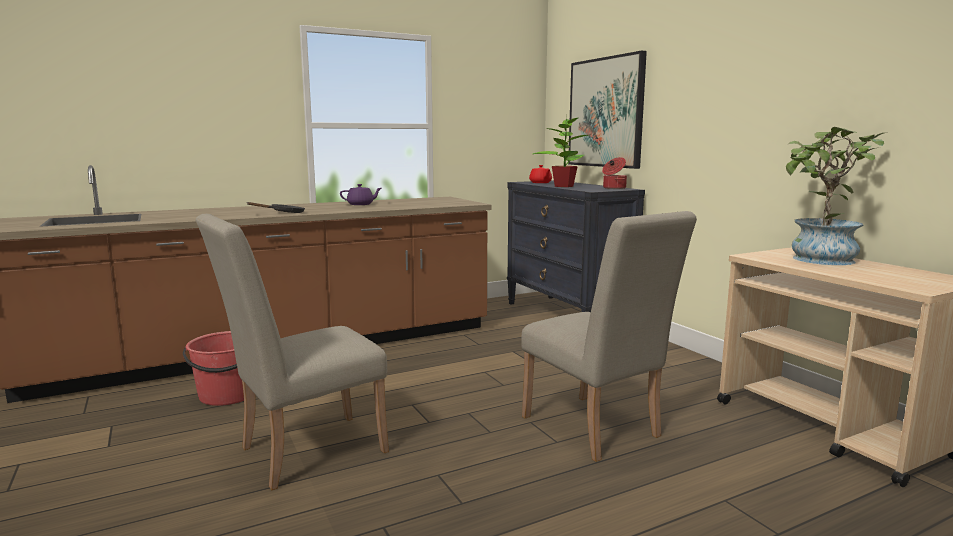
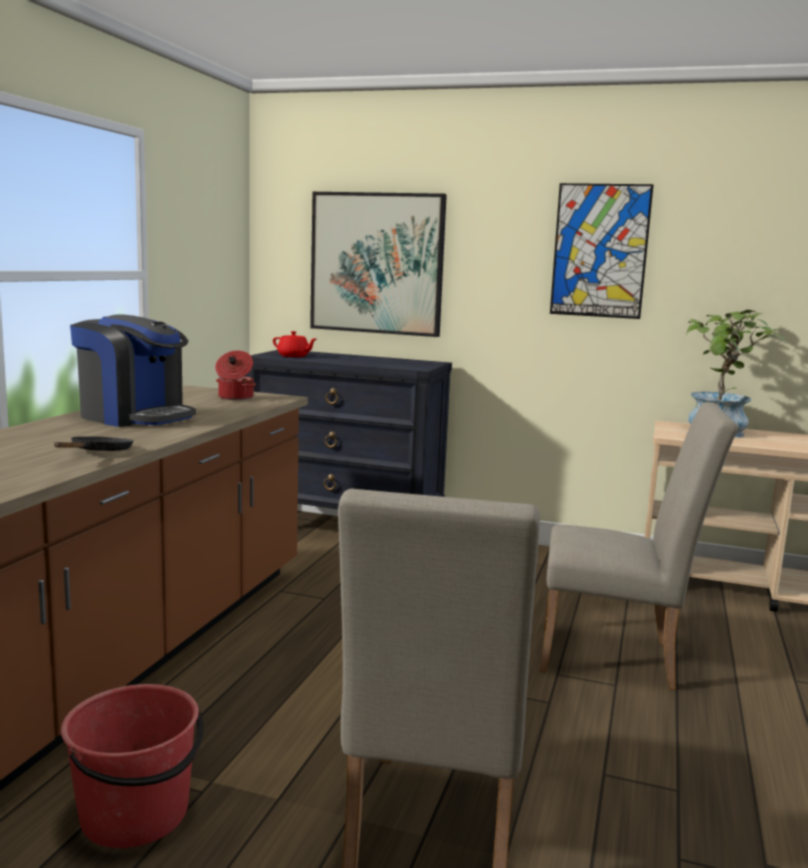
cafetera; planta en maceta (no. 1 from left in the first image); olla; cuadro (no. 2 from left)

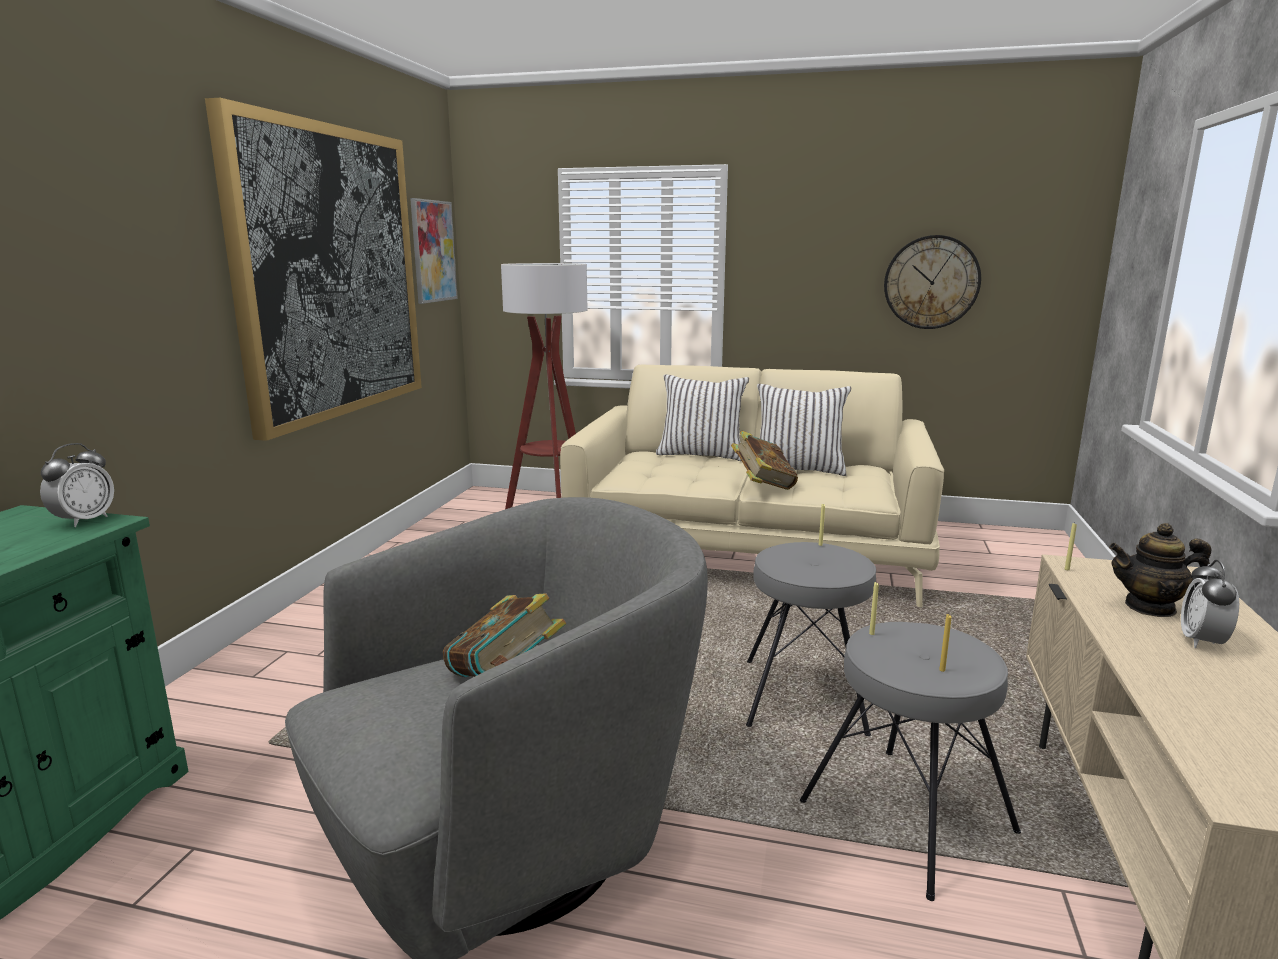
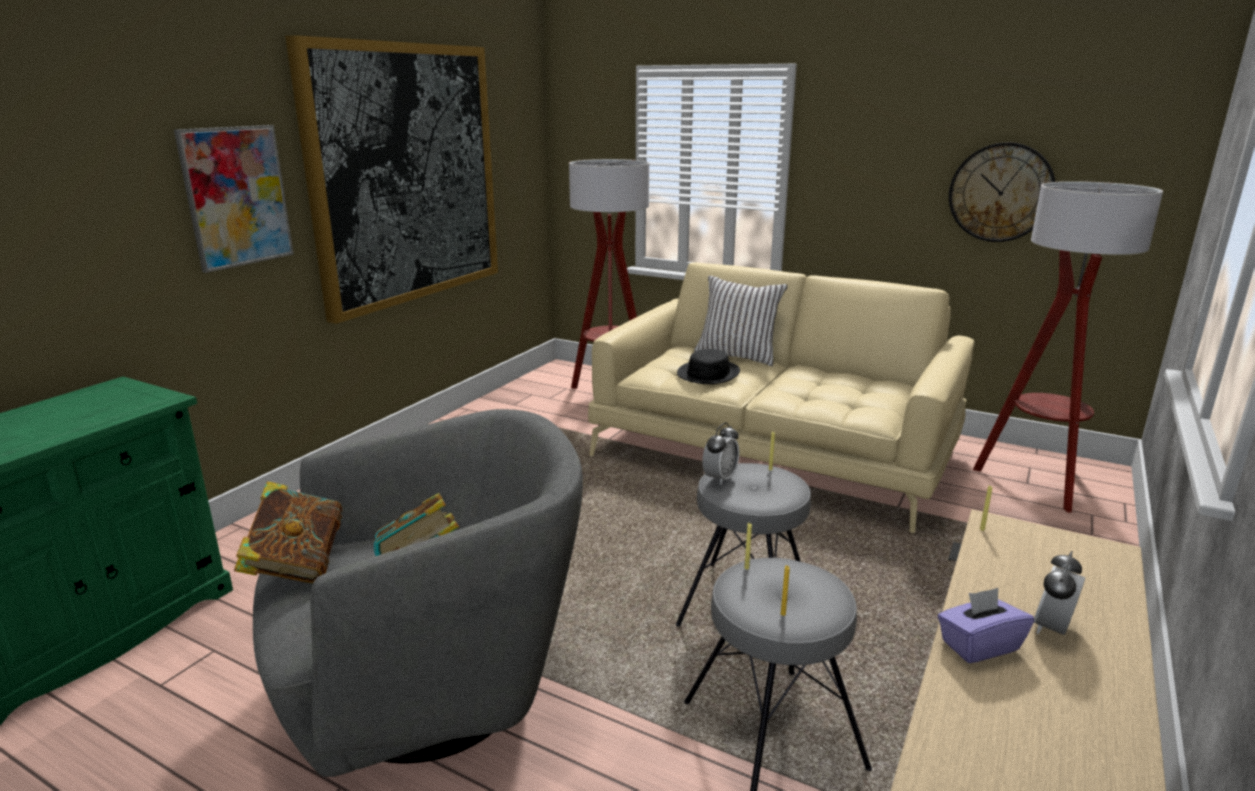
despertador (no. 1 from left); cuadro (no. 1 from left); libro (no. 1 from left); cojín (blanco) (no. 2 from left in the first image); tetera; sombrero (negro); caja de pañuelos (morado); lámpara de pie (no. 2 from left)

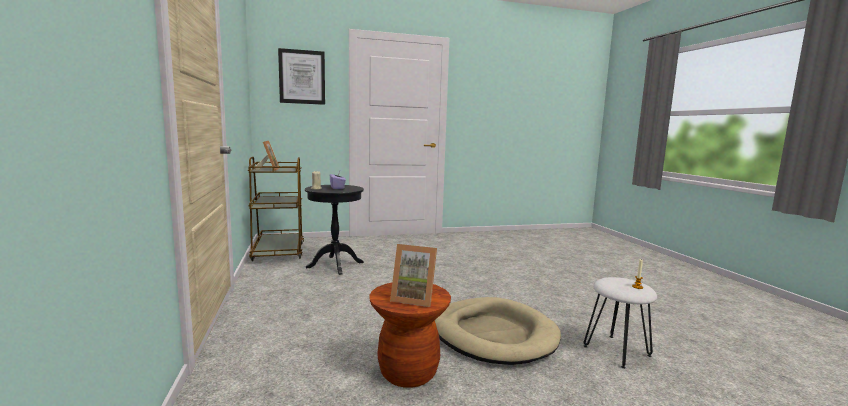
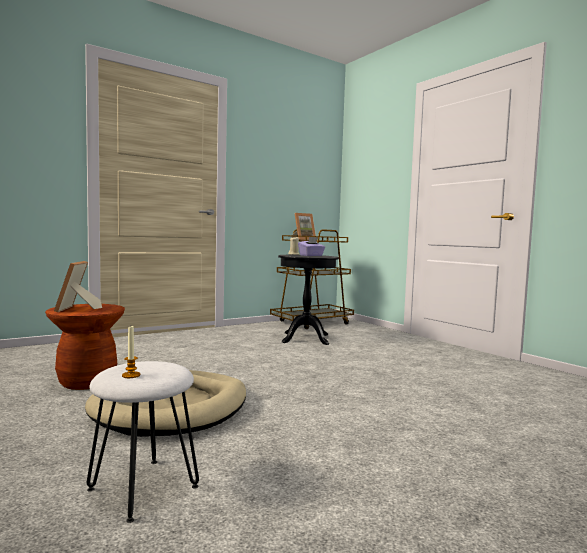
cuadro

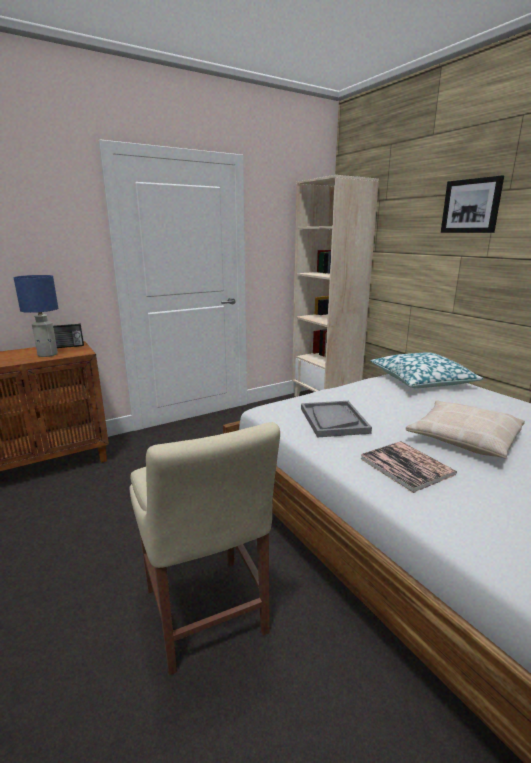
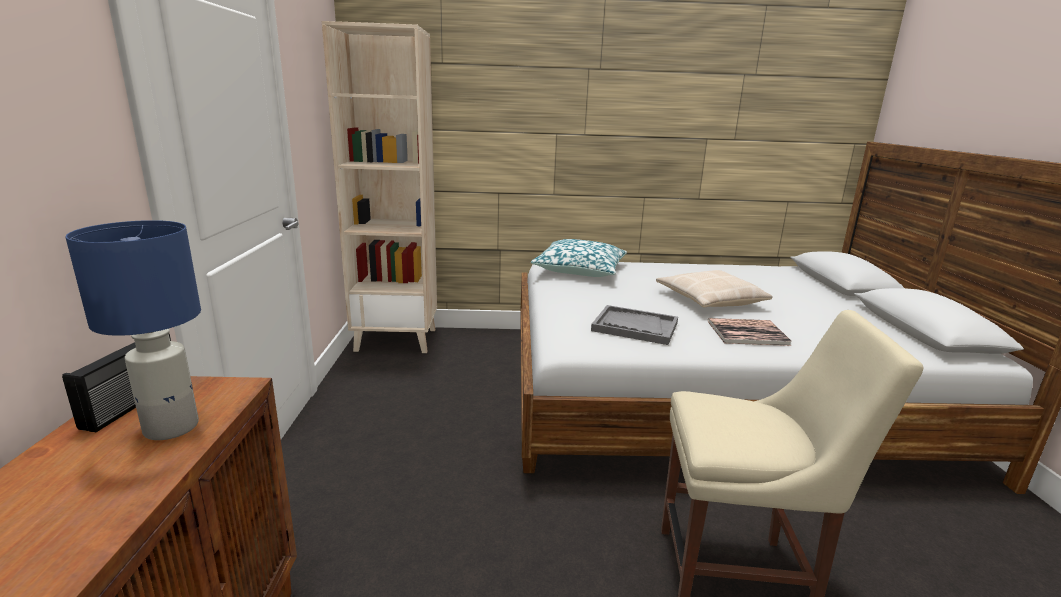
cuadro

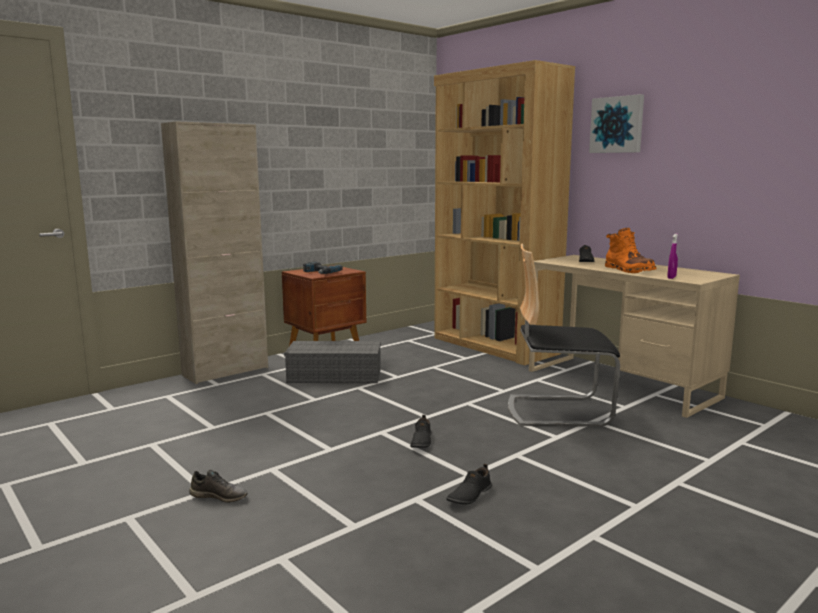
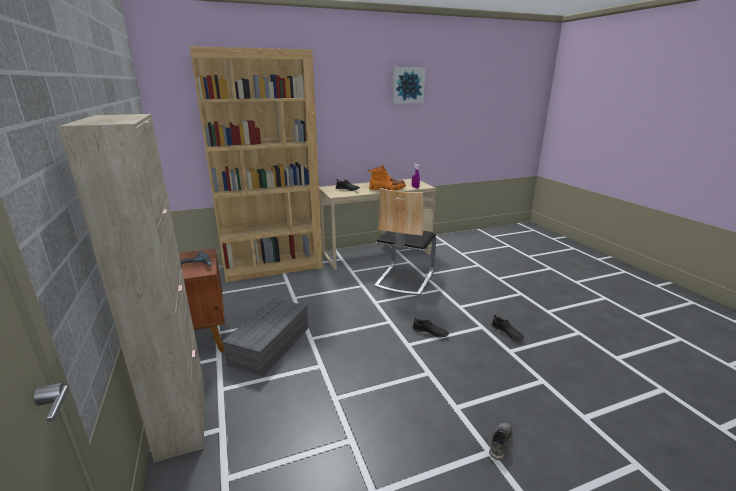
cuadro

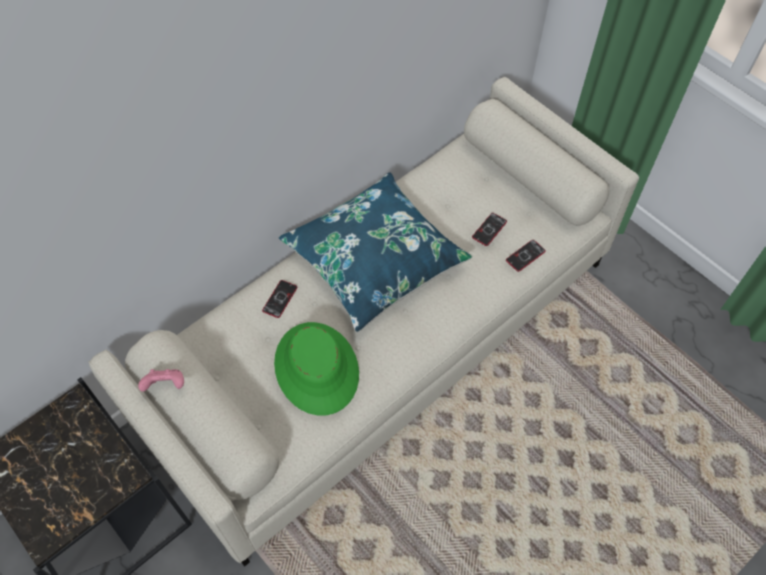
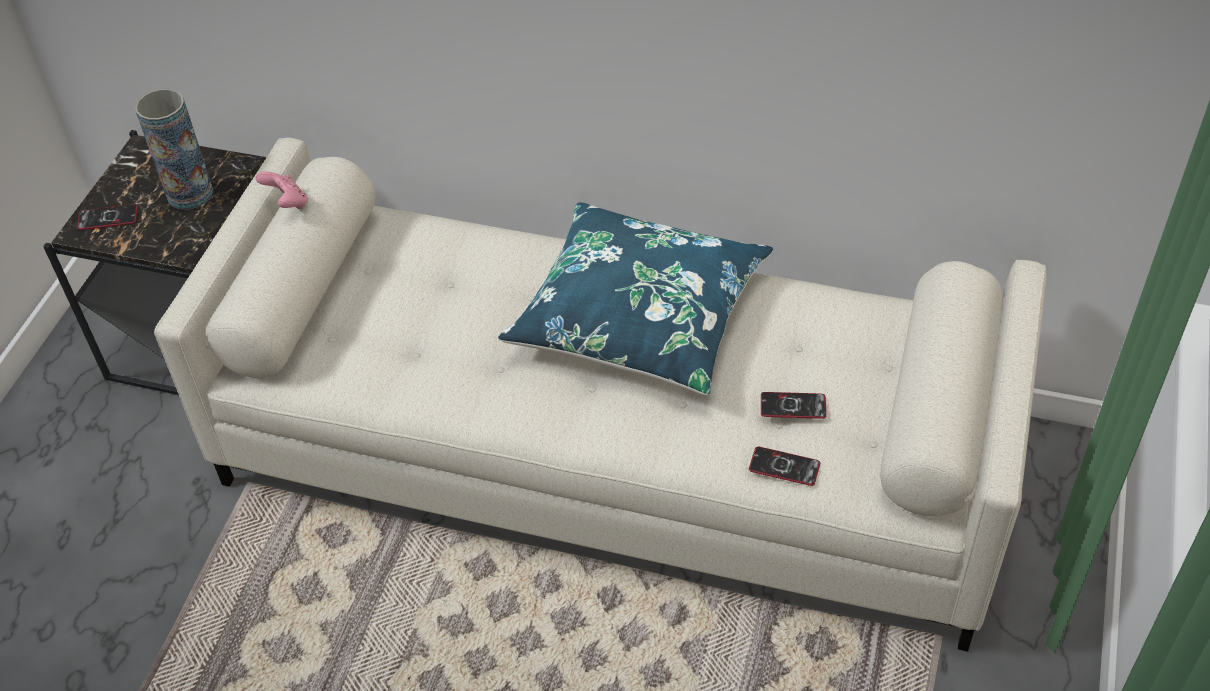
móvil (no. 1 from left); sombrero (verde); florero

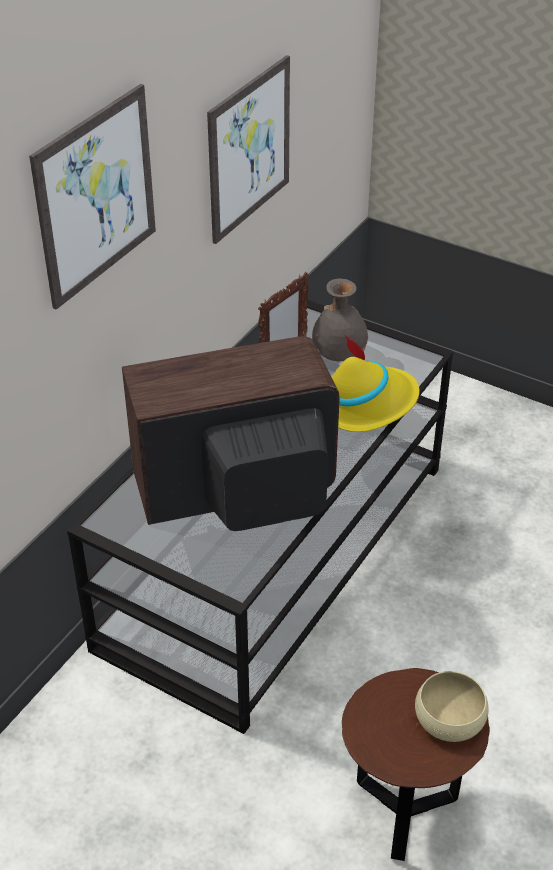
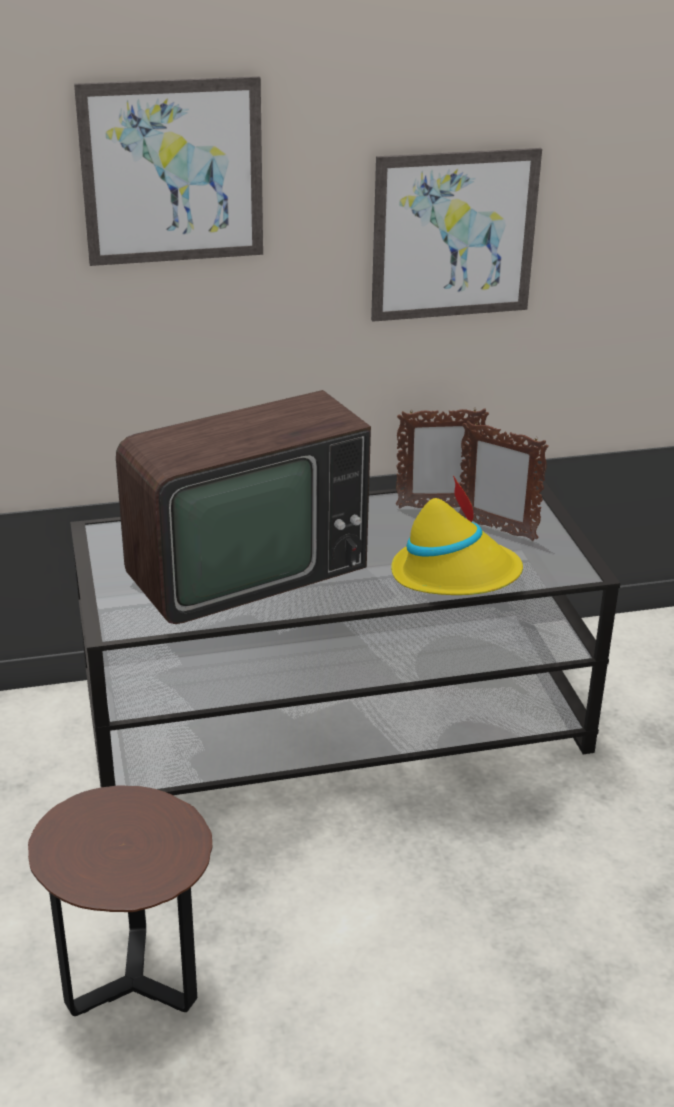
televisor; portarretratos (no. 2 from left); cuenco (beis)

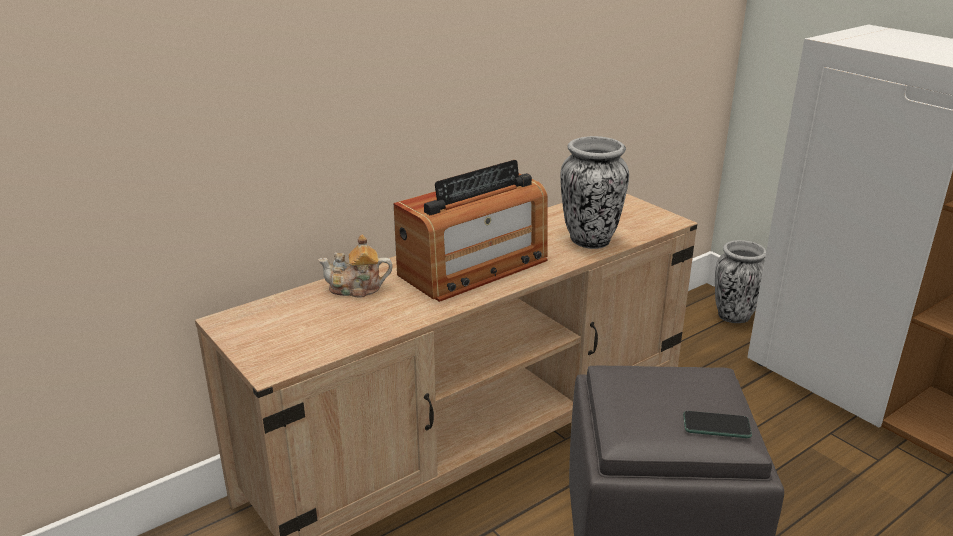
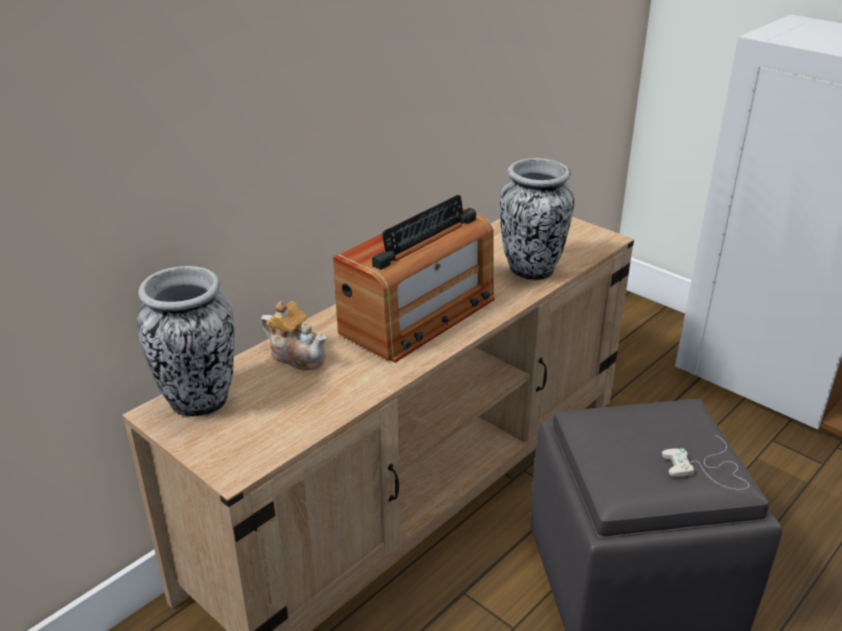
tetera; mando de consola (blanco); florero (no. 1 from left)

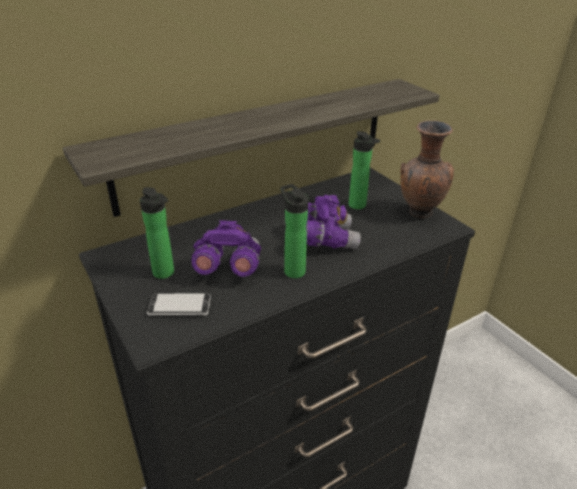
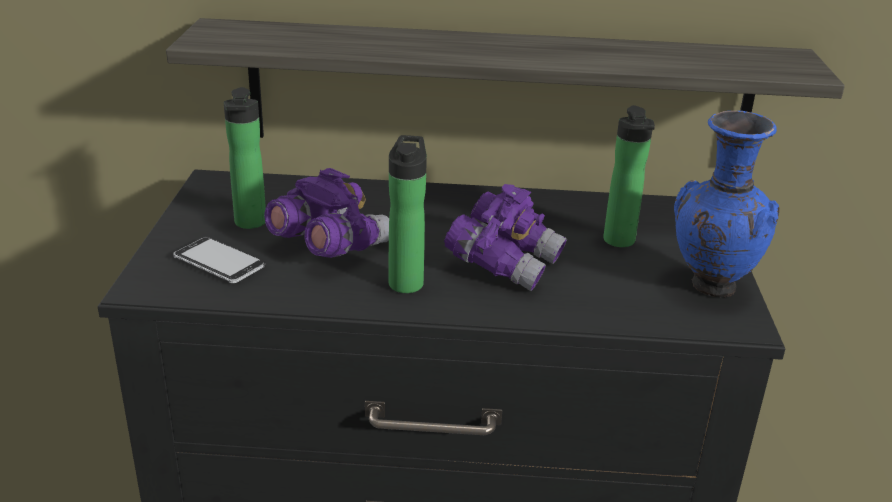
florero (azul)

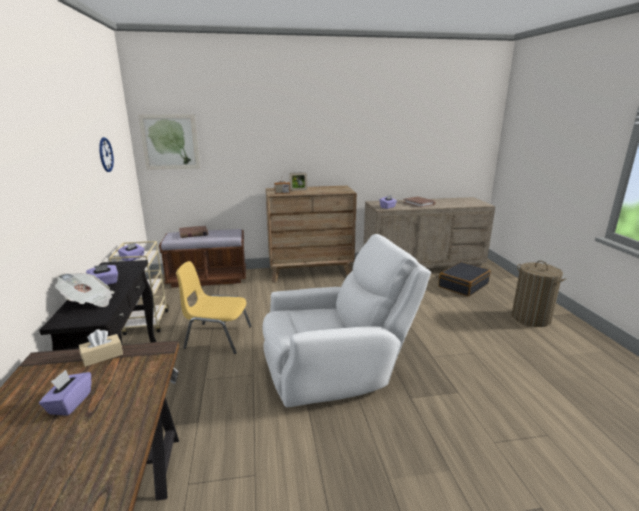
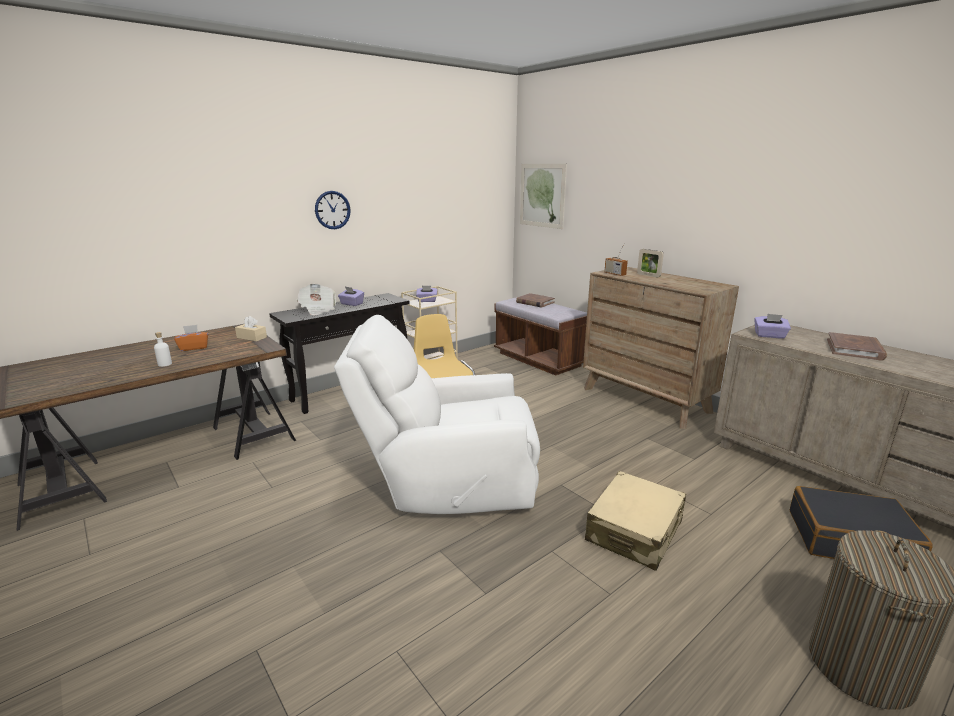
caja de pañuelos (naranja); reloj de pared; sillón (blanco); botella (blanco); maleta (beis)

